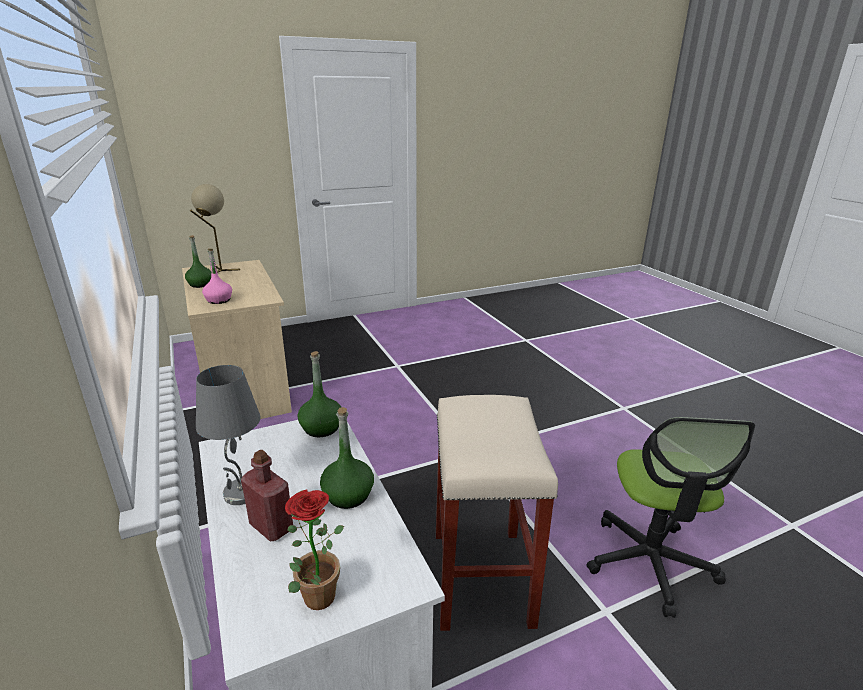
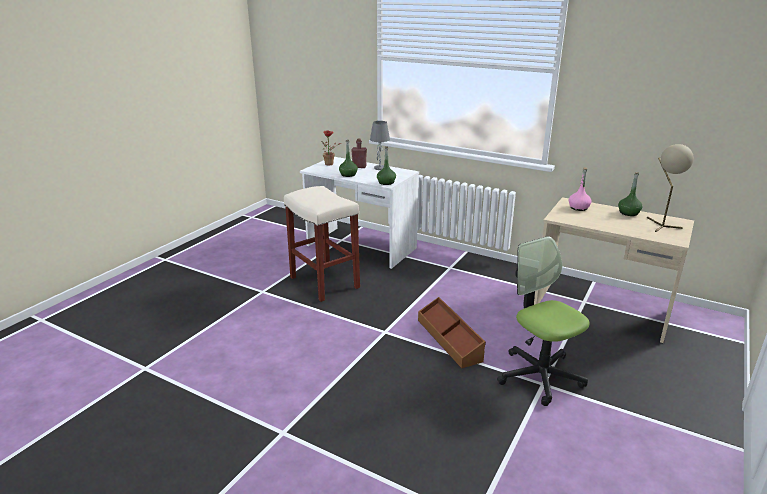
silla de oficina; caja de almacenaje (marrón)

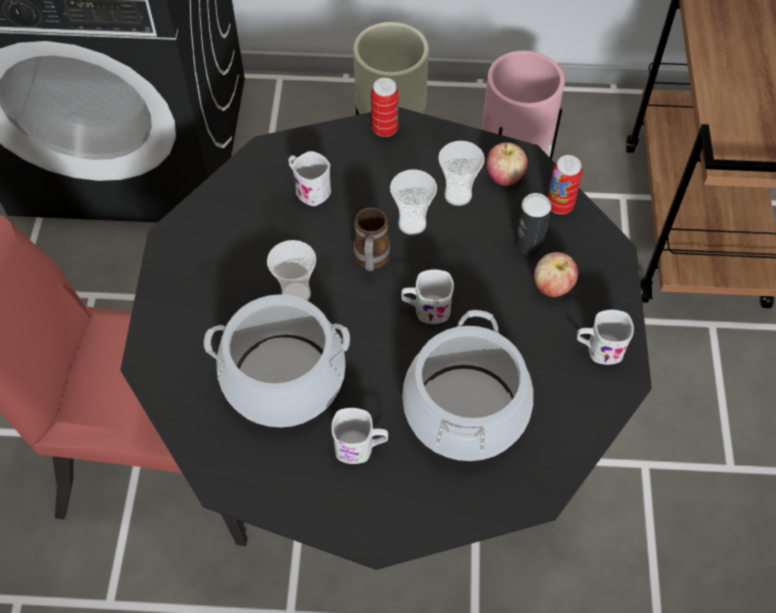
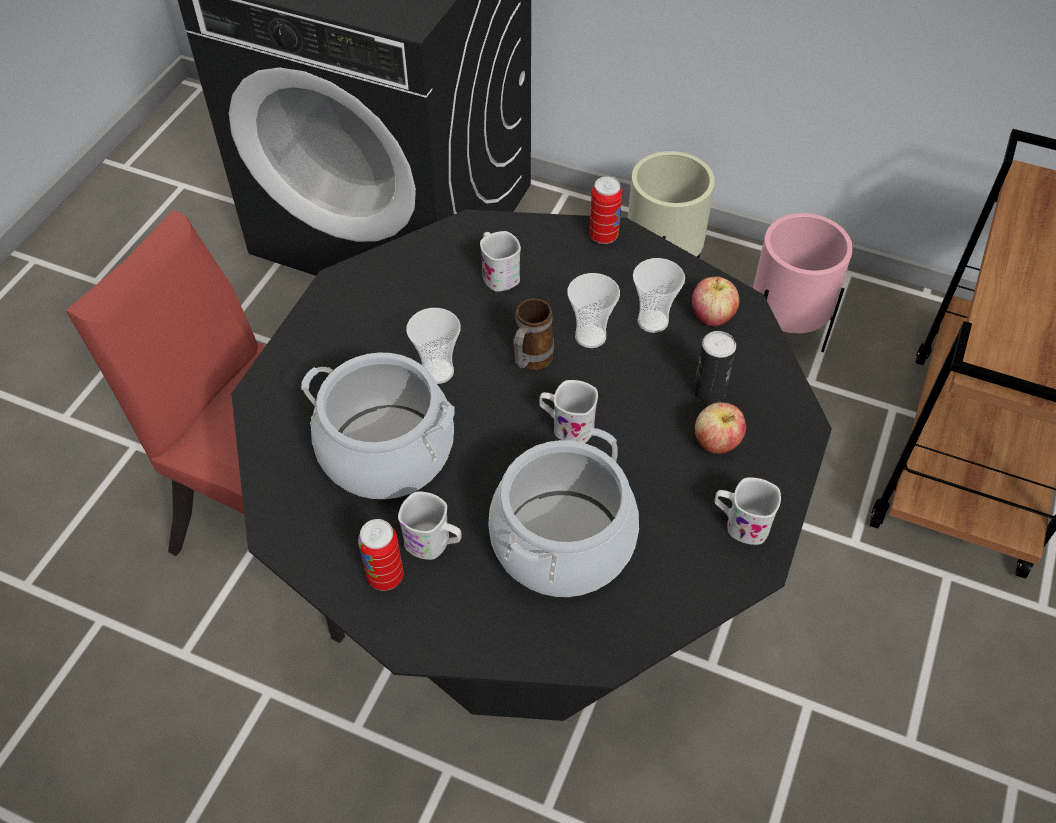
lata (no. 1 from left)

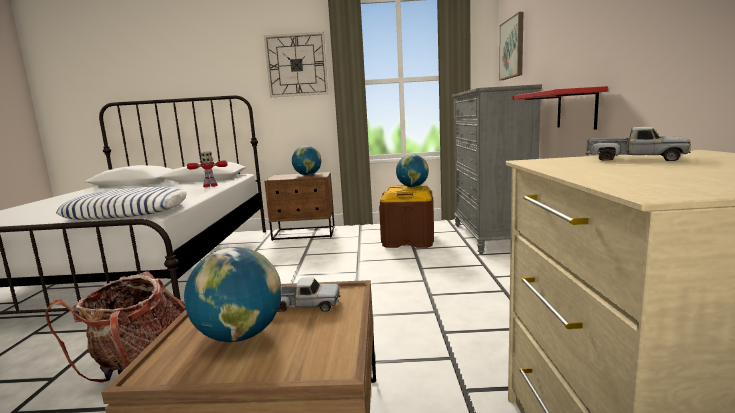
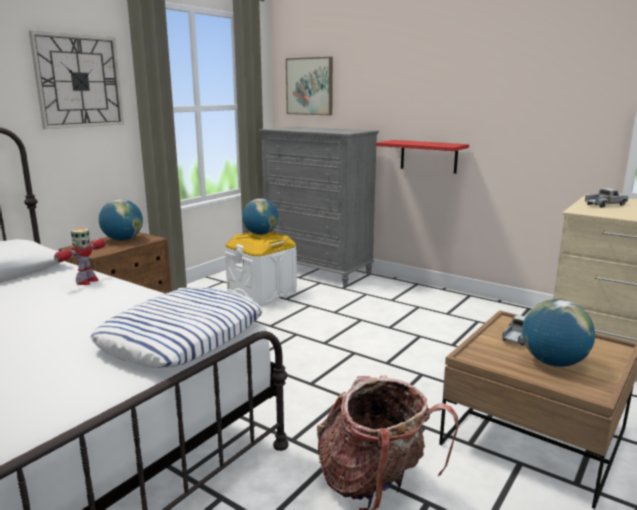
caja de almacenaje (blanco)

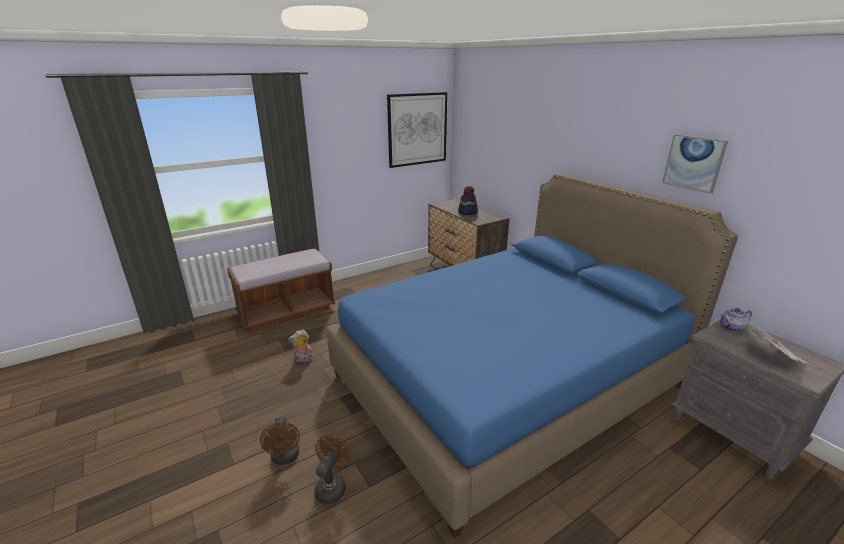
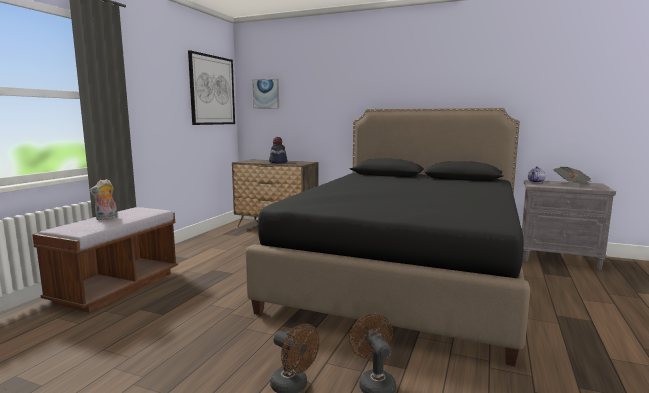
peluche; cama (negro); cuadro (no. 2 from left)

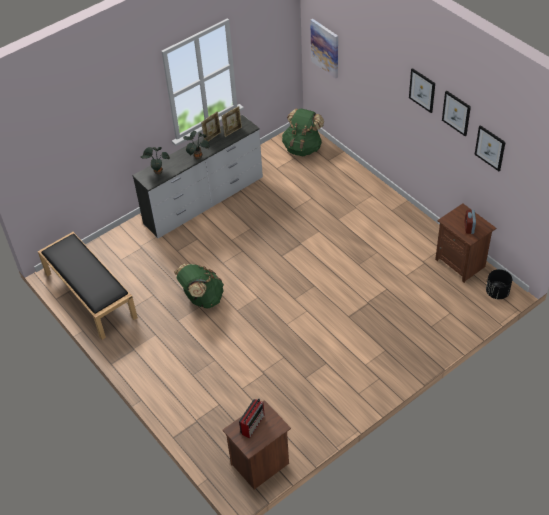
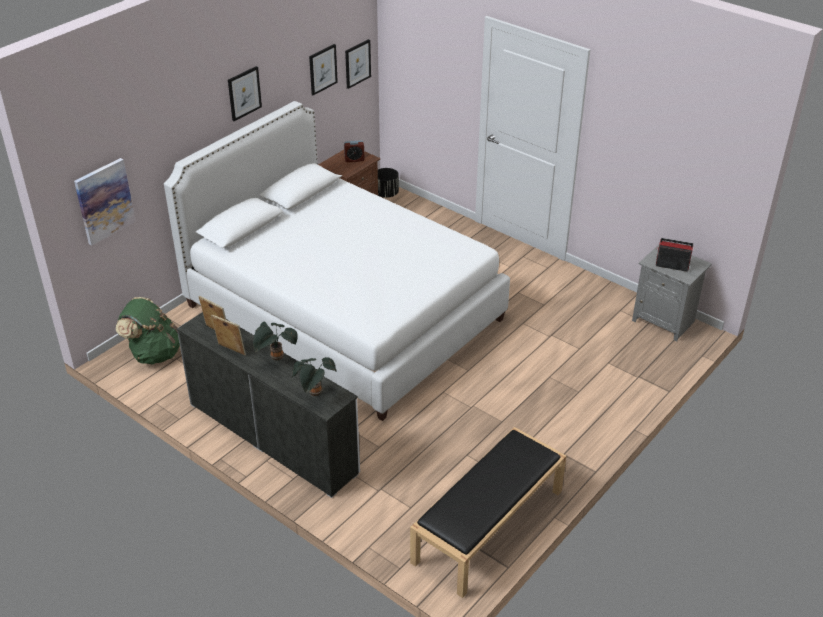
mochila (verde) (no. 1 from left in the first image); mesita de noche (gris); cuadro (no. 4 from left); cama (blanco)

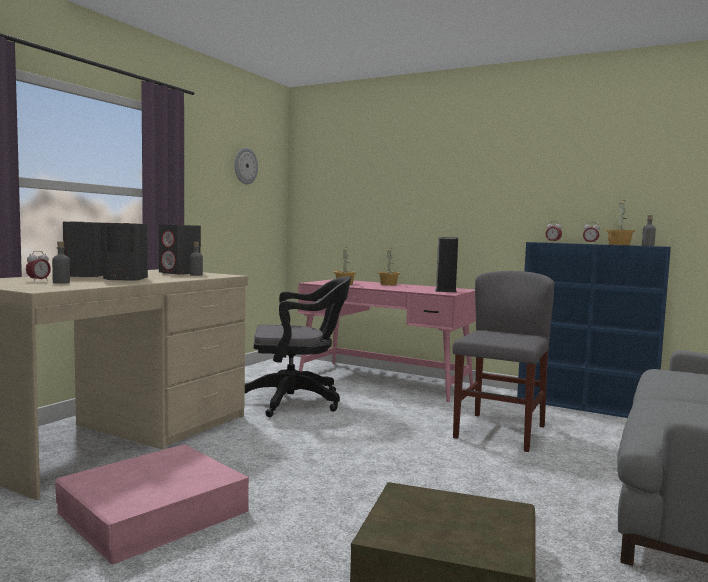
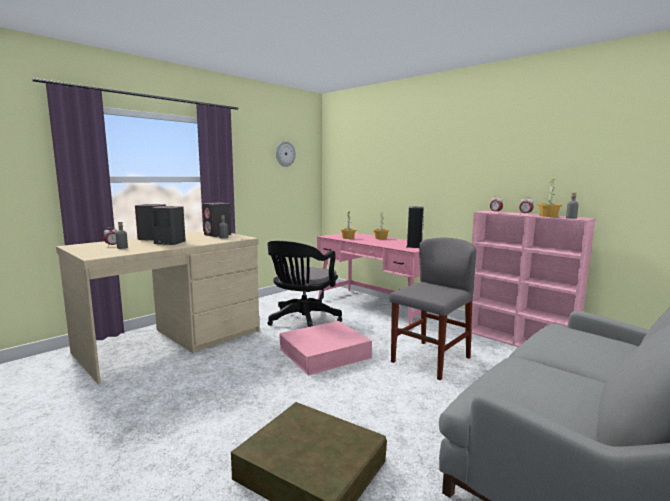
caja de almacenaje (rosa); silla de oficina (negro); estantería (rosa)

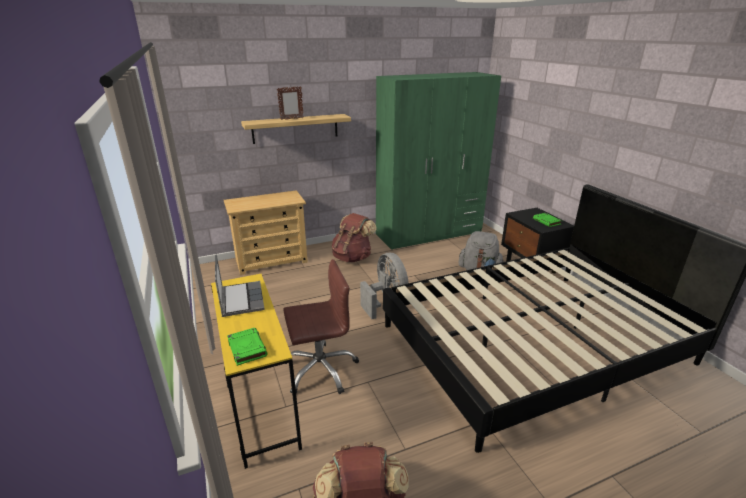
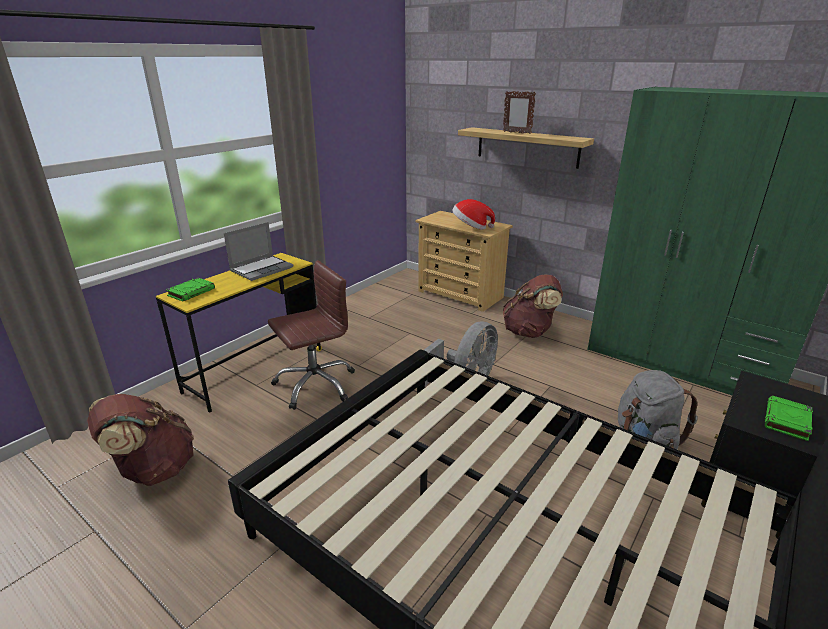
silla de oficina (marrón); sombrero

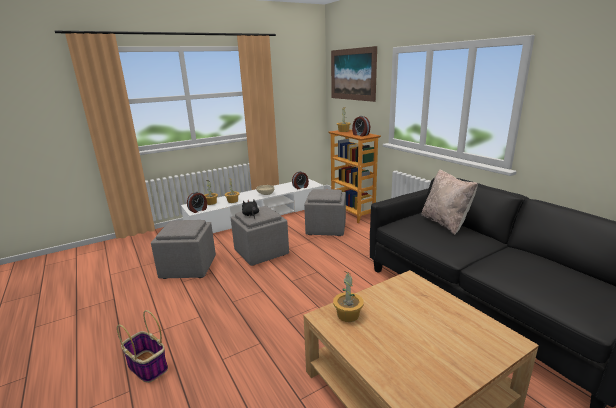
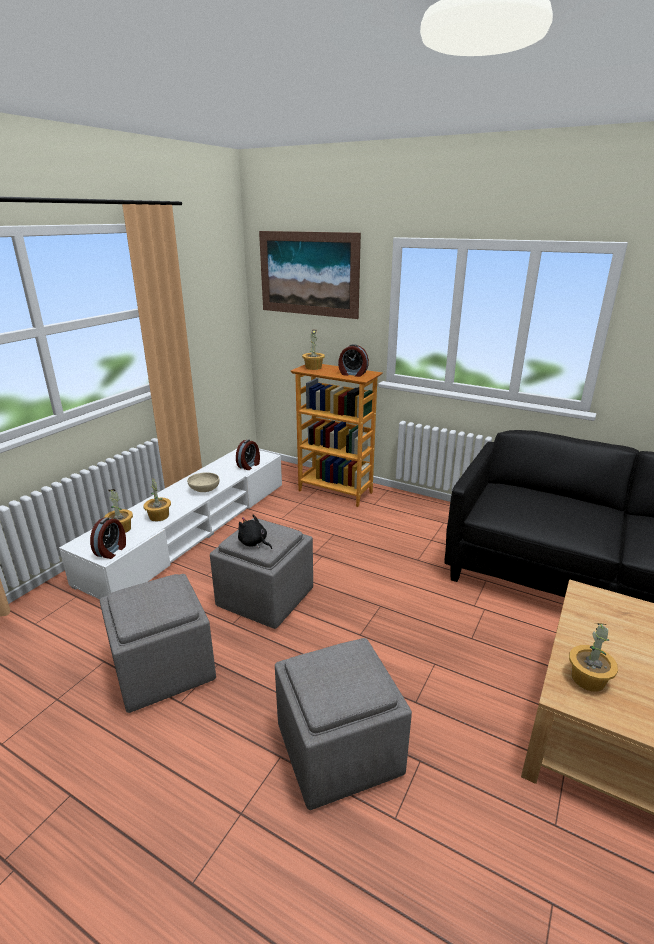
cesta; puf (gris) (no. 3 from left); cojín (beis)

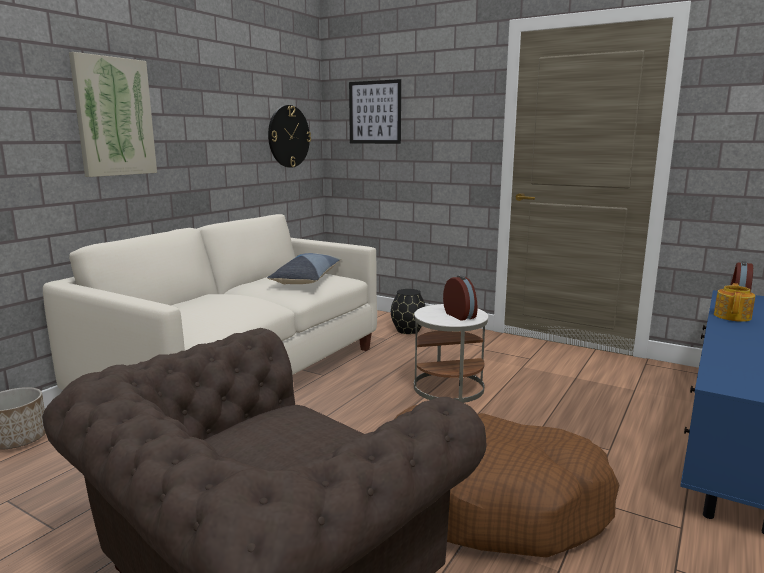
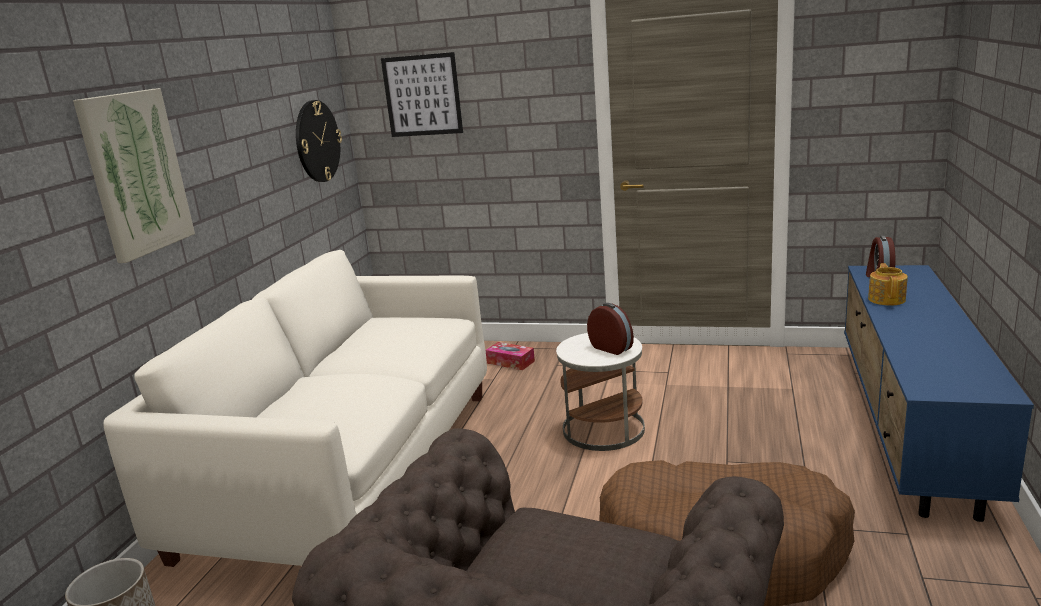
cojín; caja de pañuelos

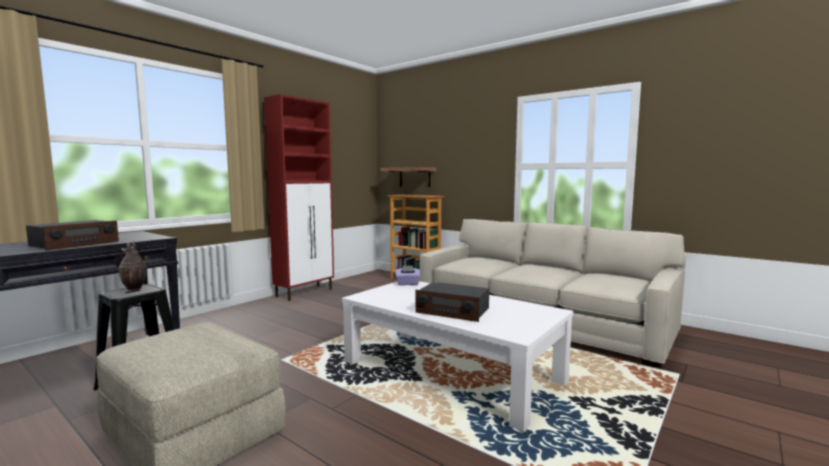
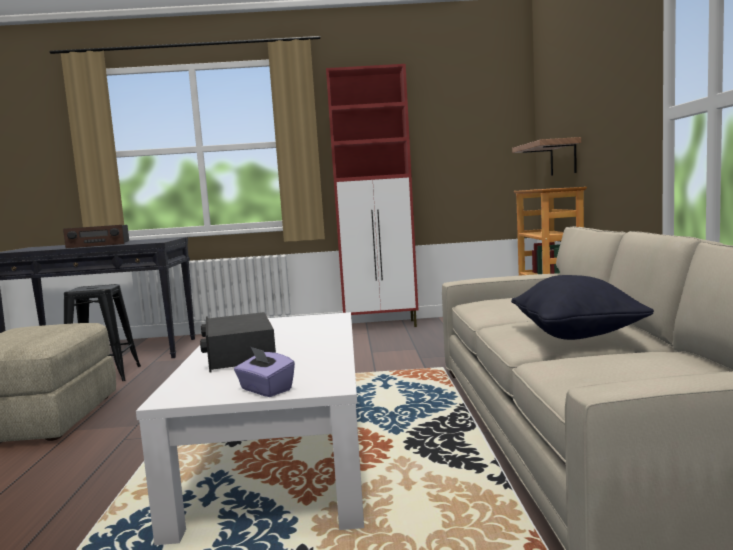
florero; caja de pañuelos (morado); cojín (negro)

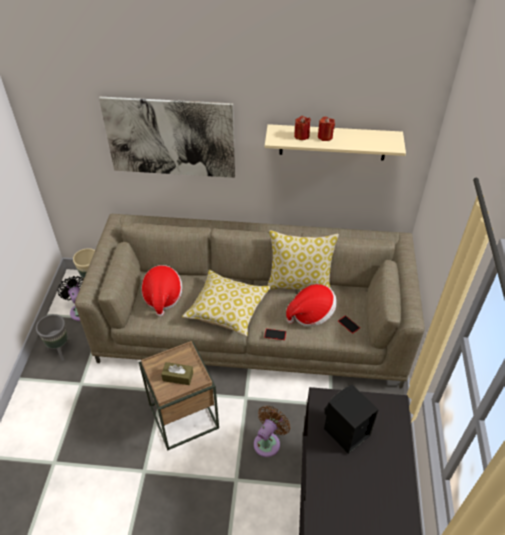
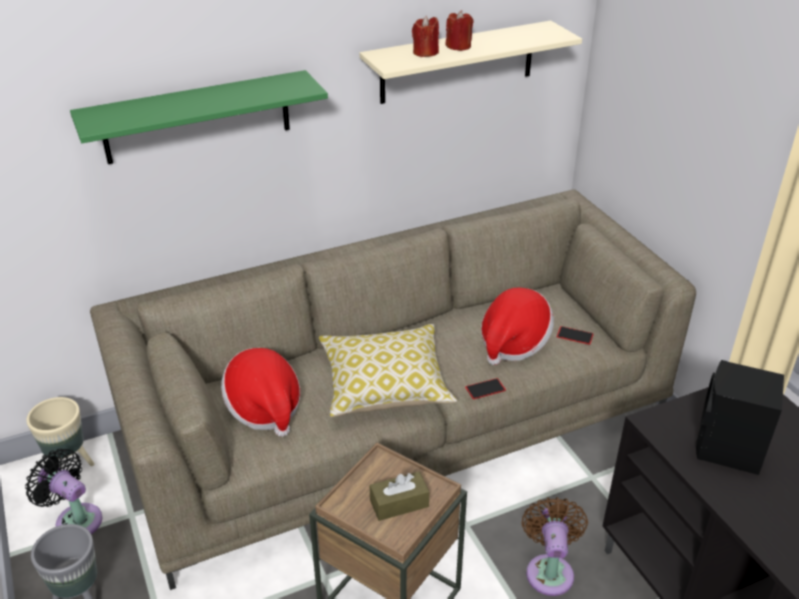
estante (verde); cojín (no. 2 from left in the first image)

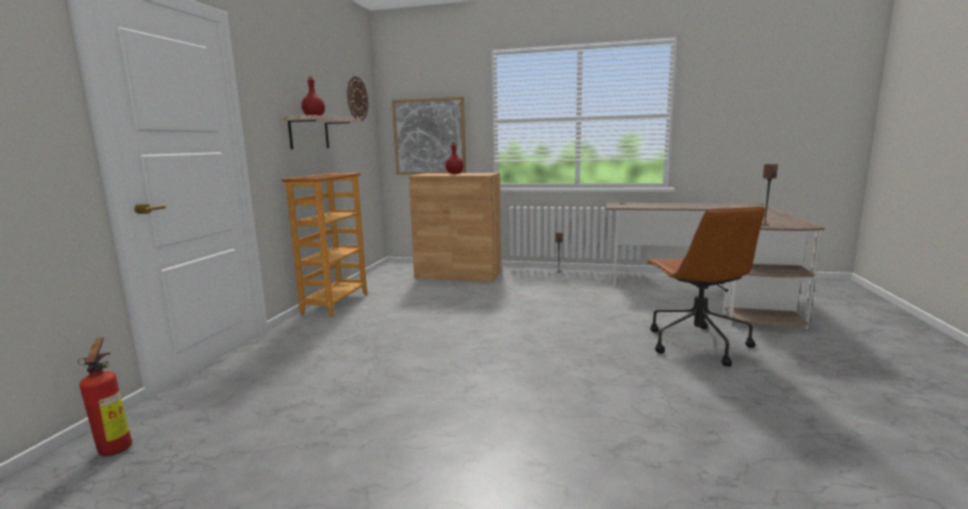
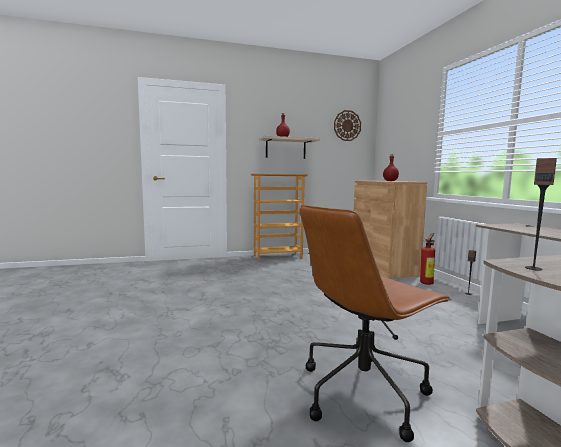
extintor; cuadro

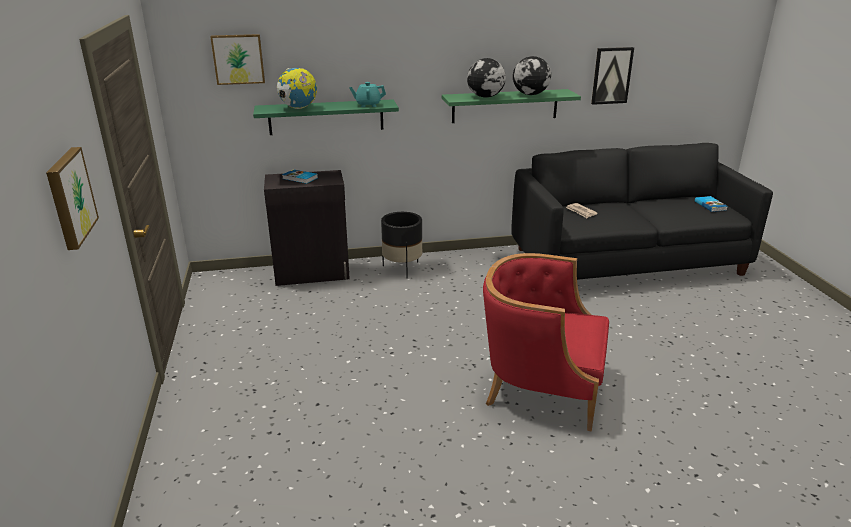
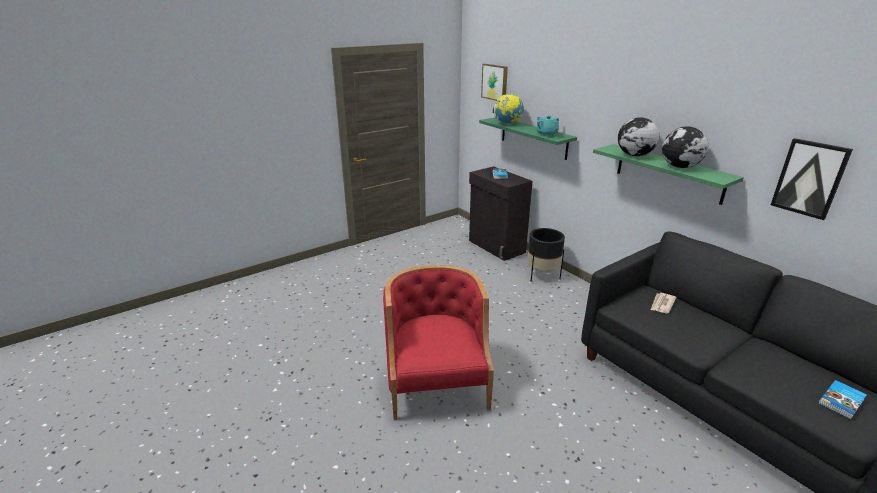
cuadro (no. 1 from left in the first image)

